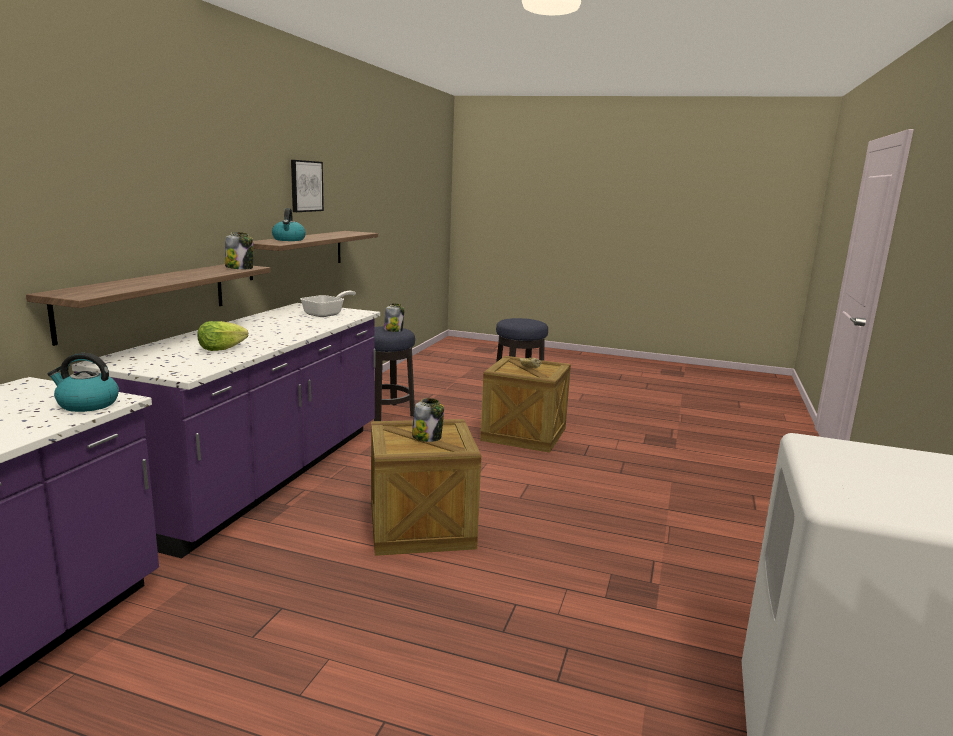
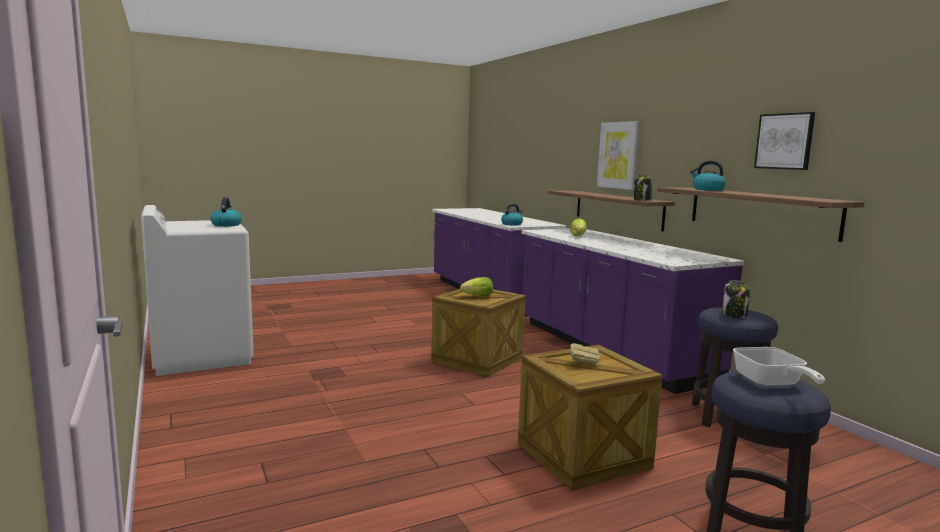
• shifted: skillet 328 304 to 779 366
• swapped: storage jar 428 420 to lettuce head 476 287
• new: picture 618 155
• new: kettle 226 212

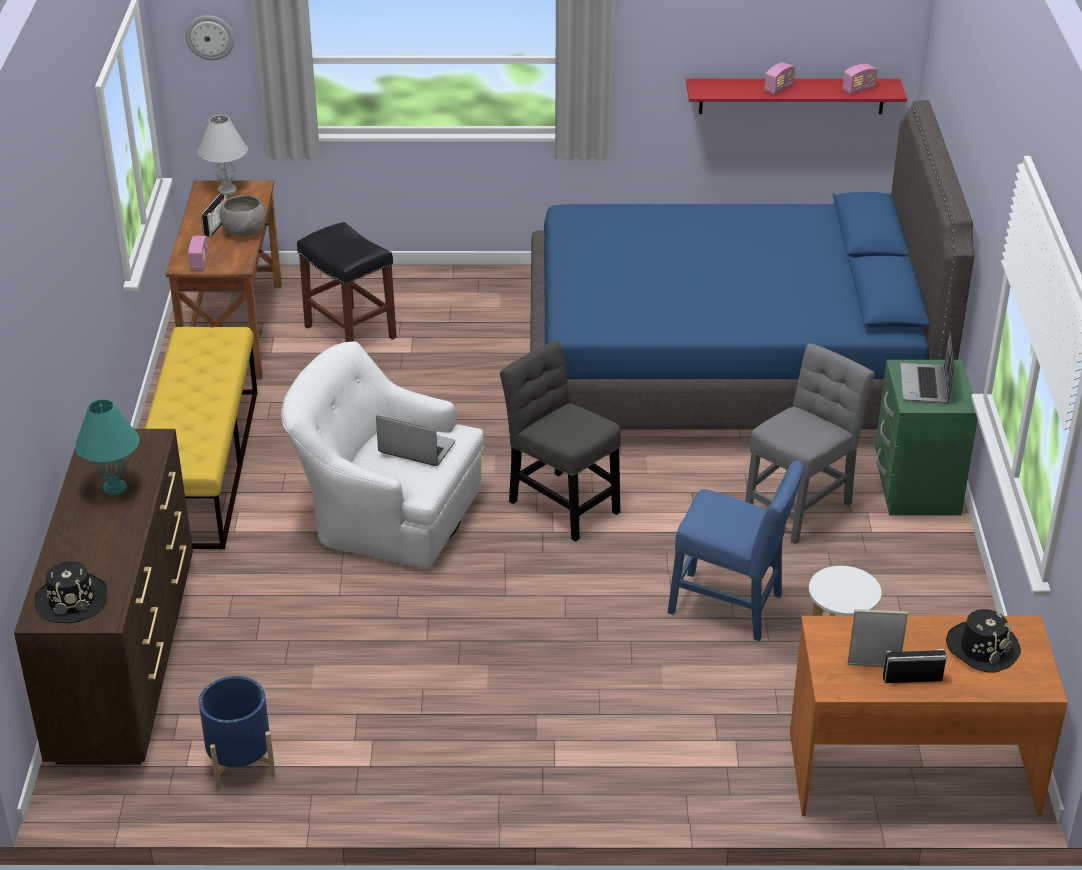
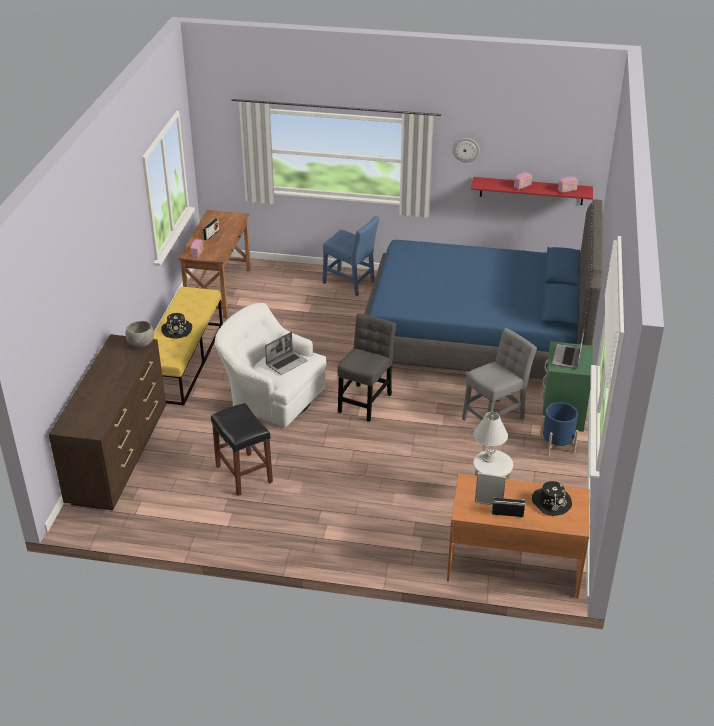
• shifted: hanging clock 210 37 to 466 150
• shifted: tabletop lamp (white-coloured) 223 155 to 491 437
• shifted: bowl (greyish) 243 216 to 139 334
• shifted: stool (black-coloured) 347 282 to 242 449
• rotated: plain chair (greyish) 560 441 = 367 367 60 degrees clockwise
• gone: tabletop lamp (turquoise) 107 447
• rotated: portable computer 415 441 = 286 353 105 degrees clockwise
• shifted: plain chair (bluish) 736 550 to 350 256
• shifted: wearable hat (black-coloured) 71 592 to 176 326
• shifted: flower pot (bluish) 237 733 to 559 429

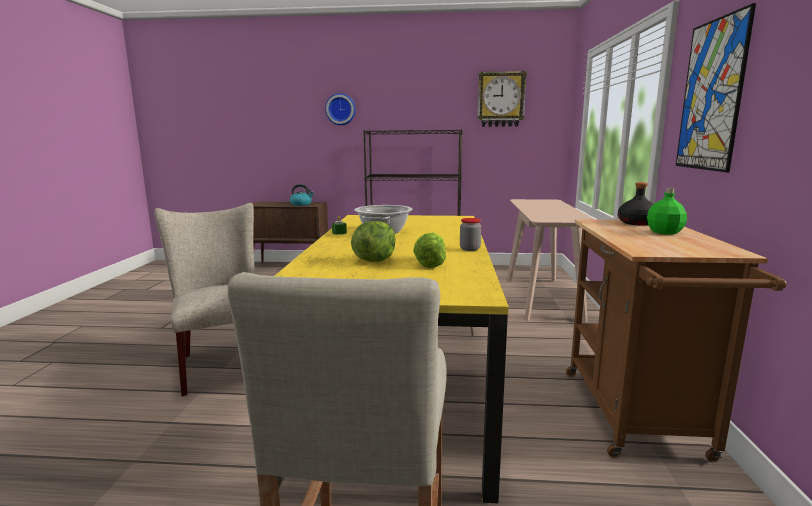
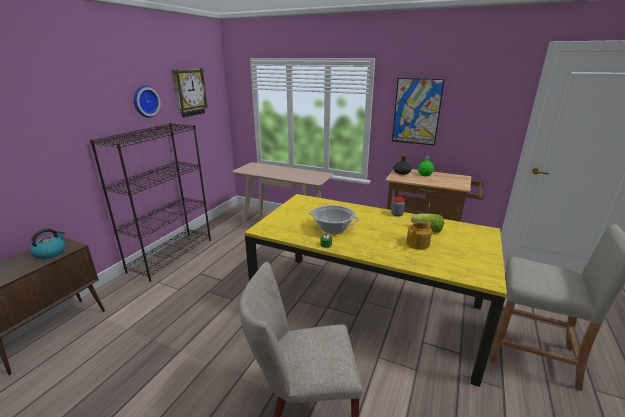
• shifted: hanging clock 340 109 to 147 102
• swapped: lettuce head 373 241 to pot for tea 419 235

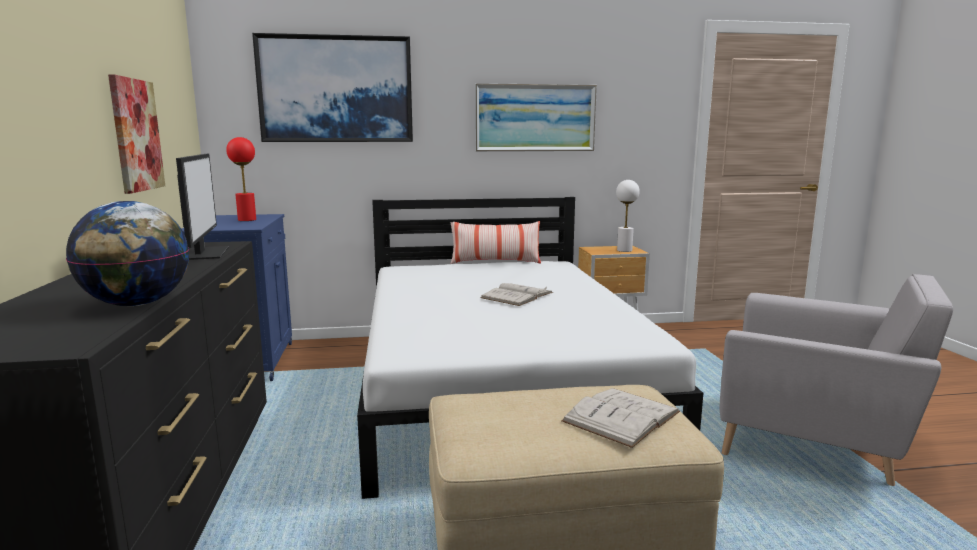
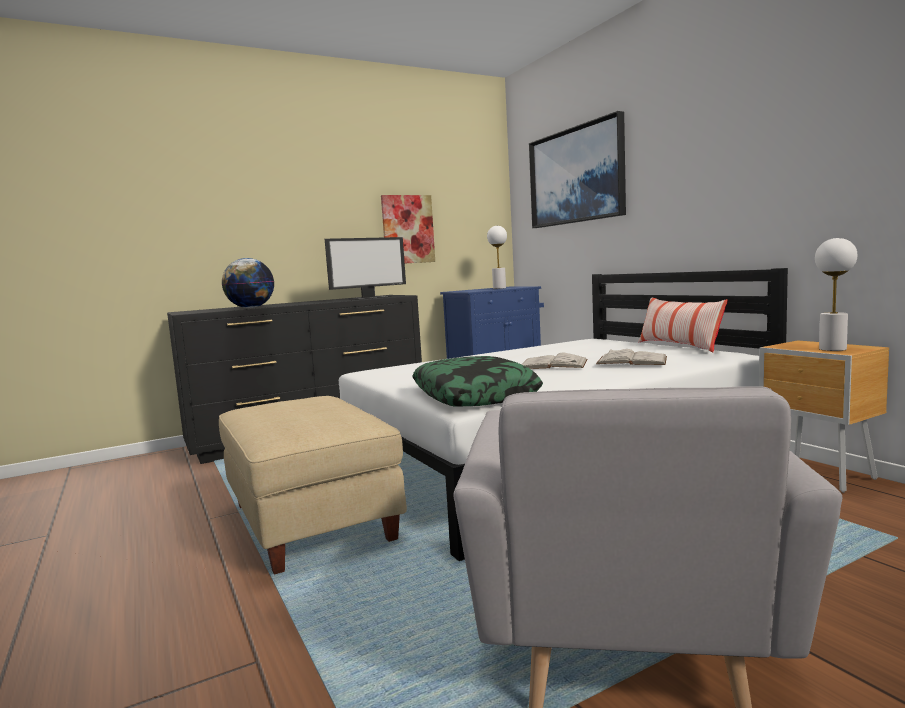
• gone: picture 536 117
• repainted: tabletop lamp (red) 241 179 to tabletop lamp (white-coloured) 497 257
• shifted: bound book (white-coloured) 620 418 to 631 357
• new: cushion 477 381

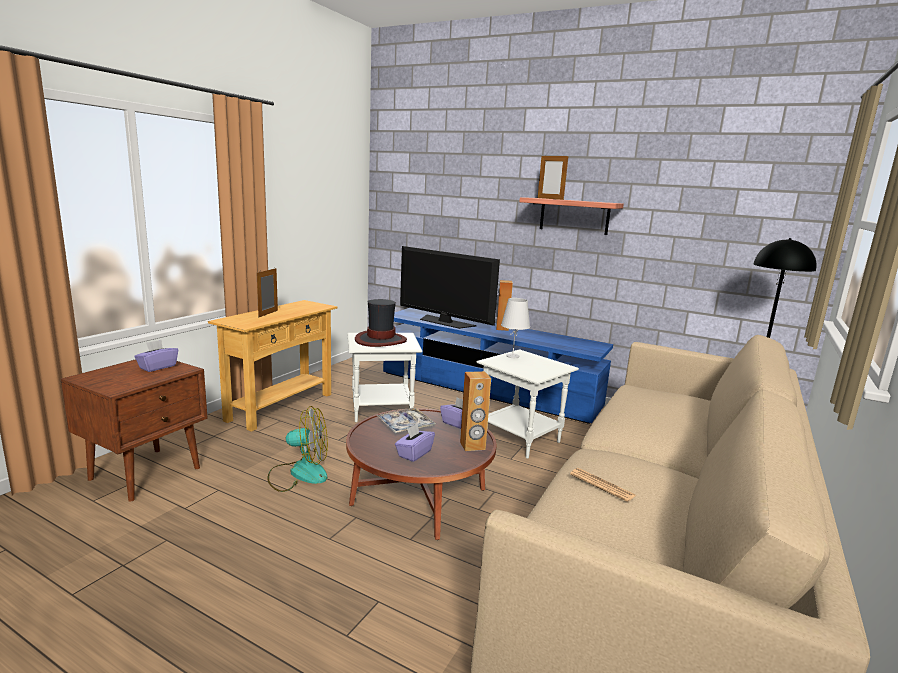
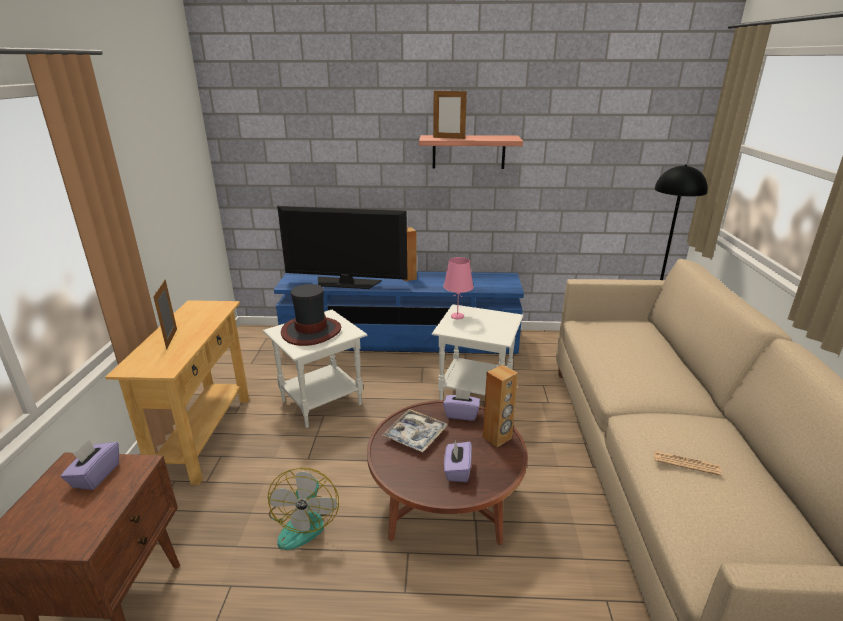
• repainted: tabletop lamp (white-coloured) 515 328 to tabletop lamp (pink-coloured) 458 288
• rotated: cooling fan 298 449 = 303 509 120 degrees clockwise

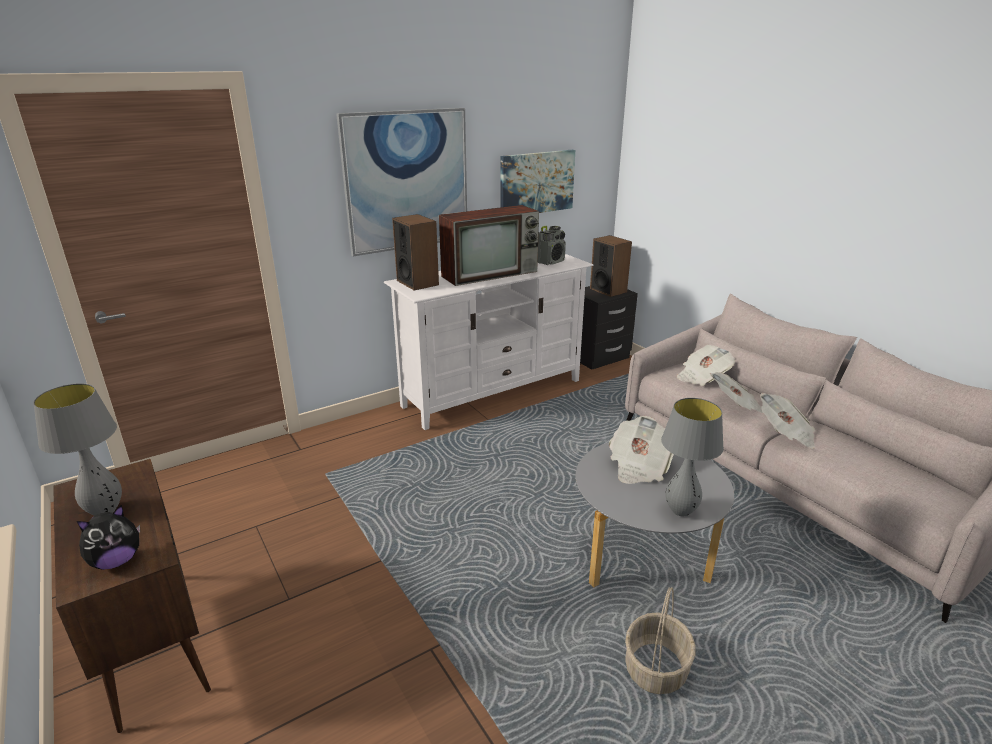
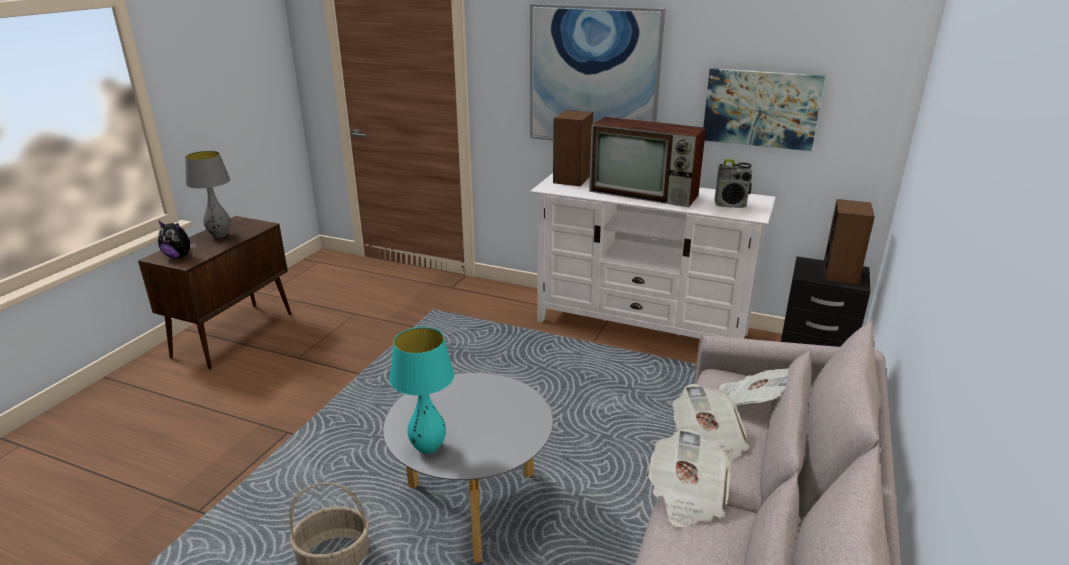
• repainted: tabletop lamp (greyish) 692 457 to tabletop lamp (turquoise) 421 390
• gone: newspaper 641 450

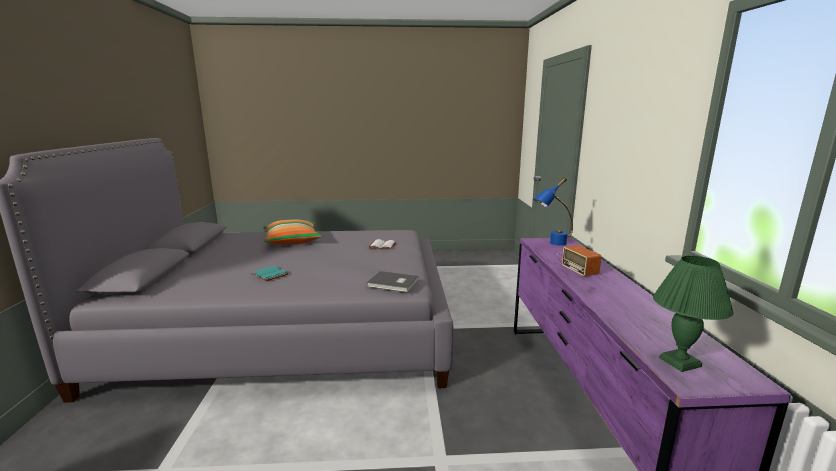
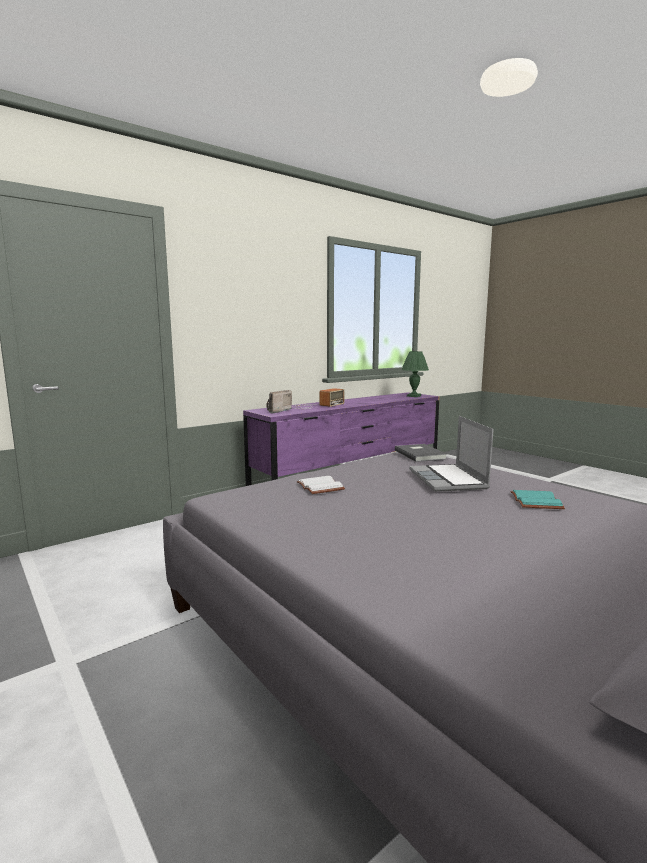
• swapped: tabletop lamp (bluish) 553 211 to radio set 279 401
• gone: cushion 292 232
• new: portable computer 451 454

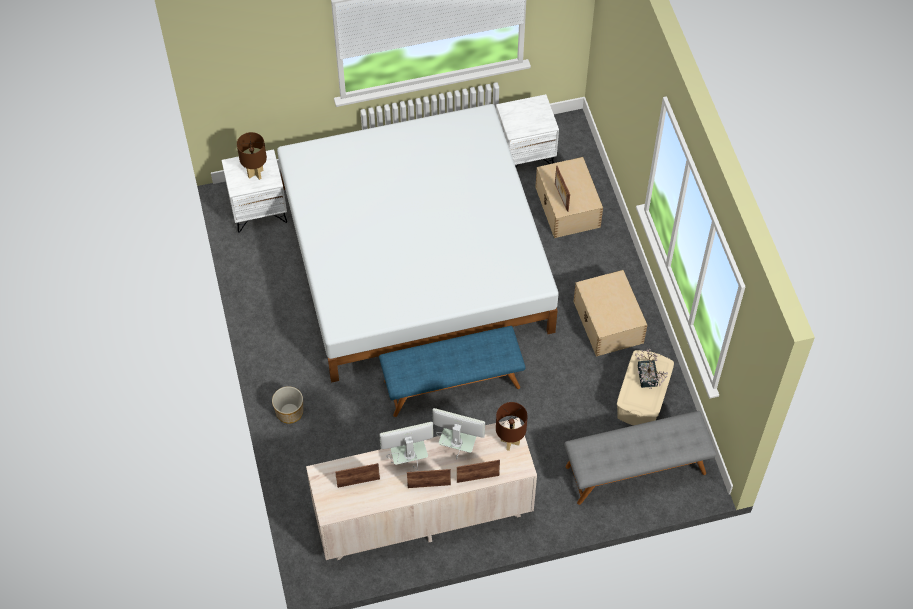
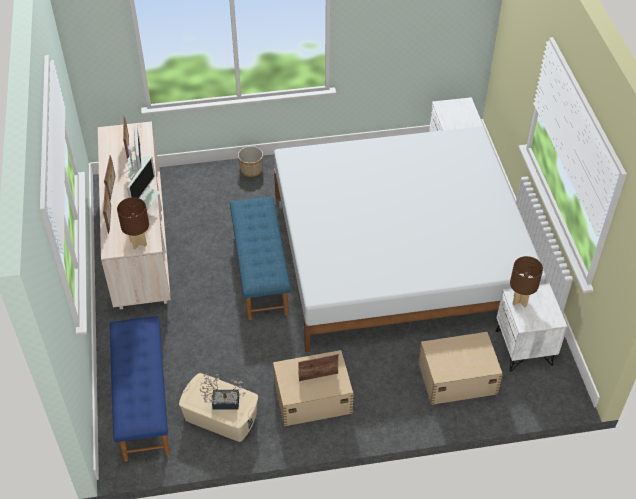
• shifted: tabletop lamp (brown) 252 156 to 526 282
• shifted: standing frame 562 188 to 318 367
• repainted: long seat (greyish) 640 458 to long seat (bluish) 140 389

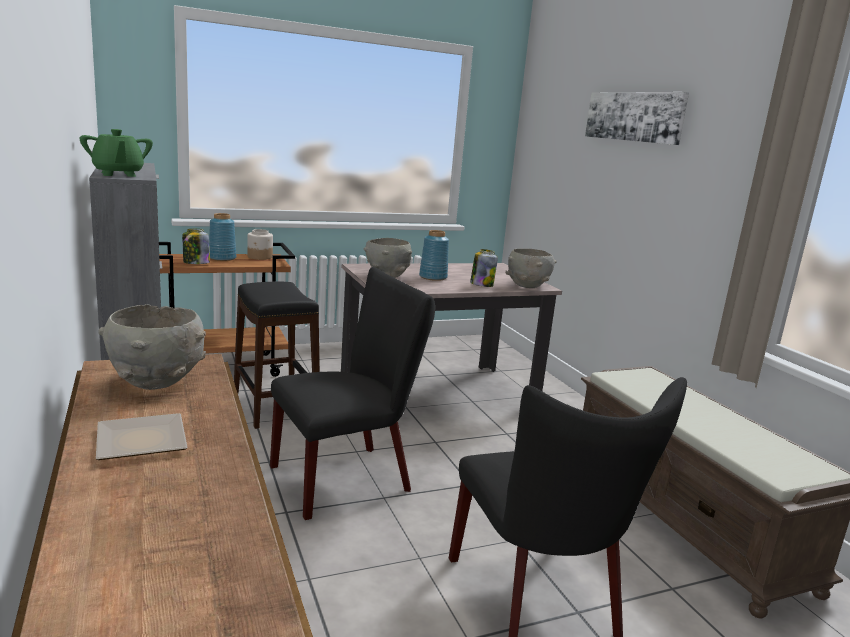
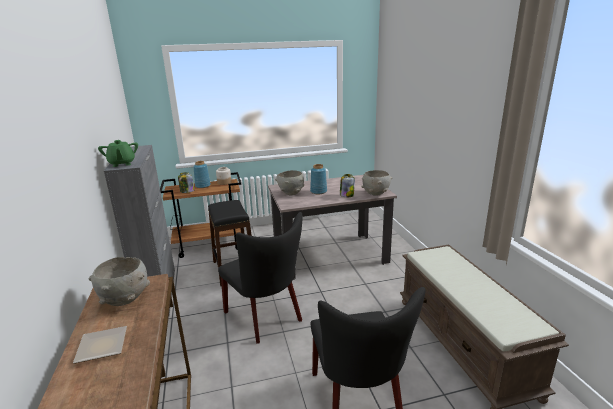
• gone: picture 637 118
• rotated: plain chair (black-coloured) 352 393 = 260 277 75 degrees clockwise

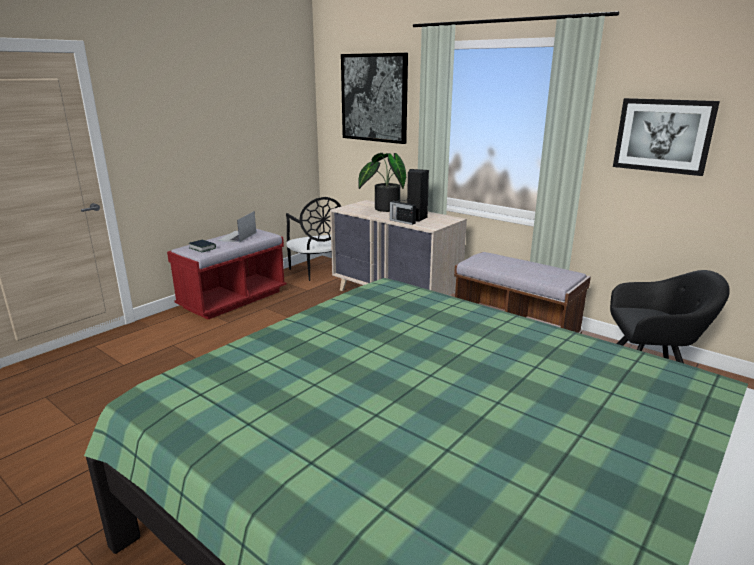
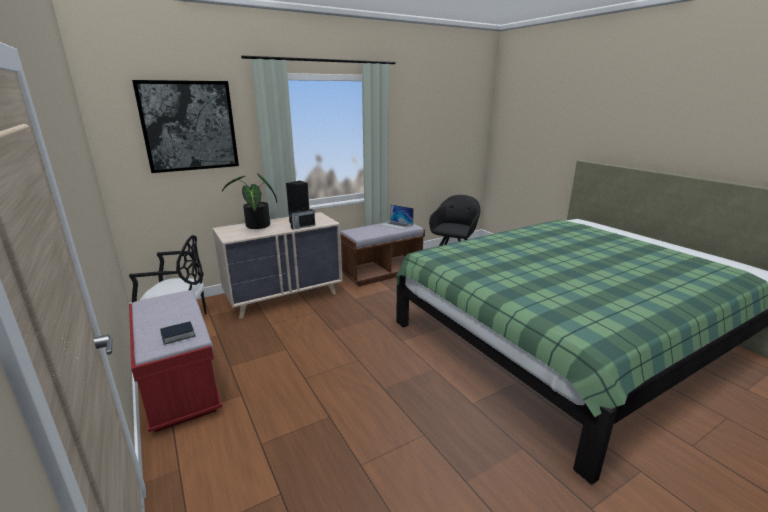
• gone: picture 666 137
• shifted: portable computer 236 227 to 397 217

